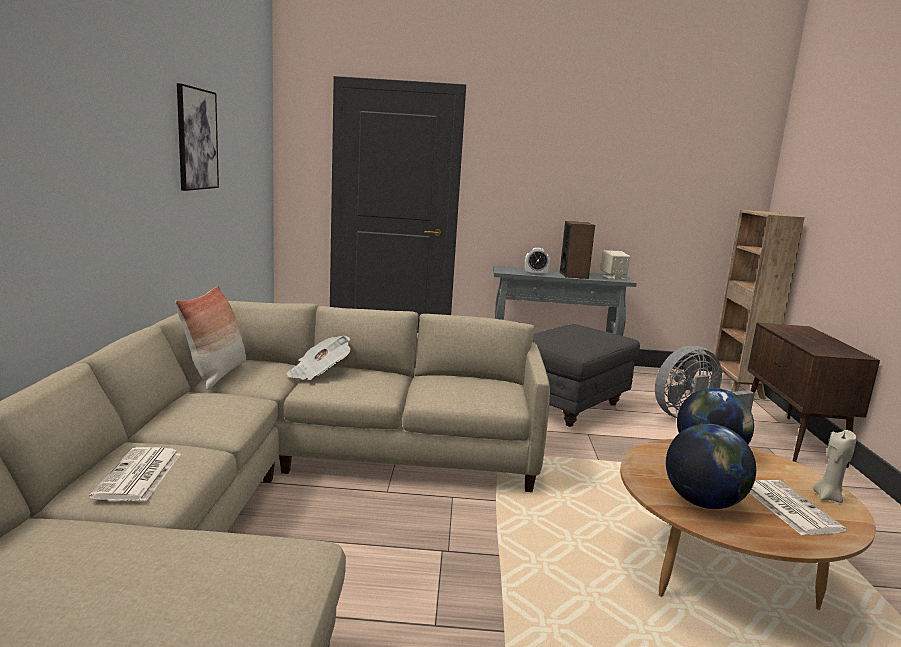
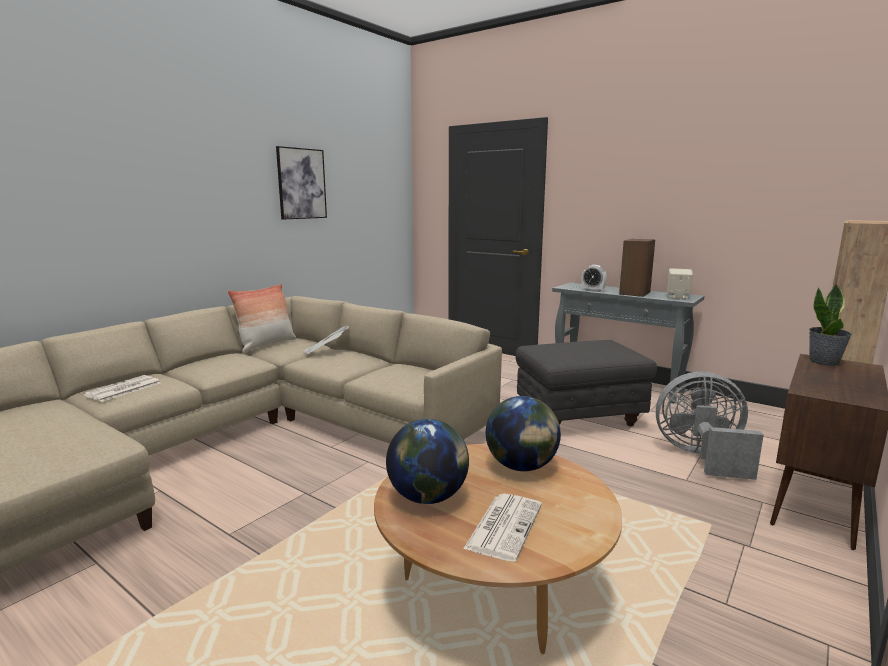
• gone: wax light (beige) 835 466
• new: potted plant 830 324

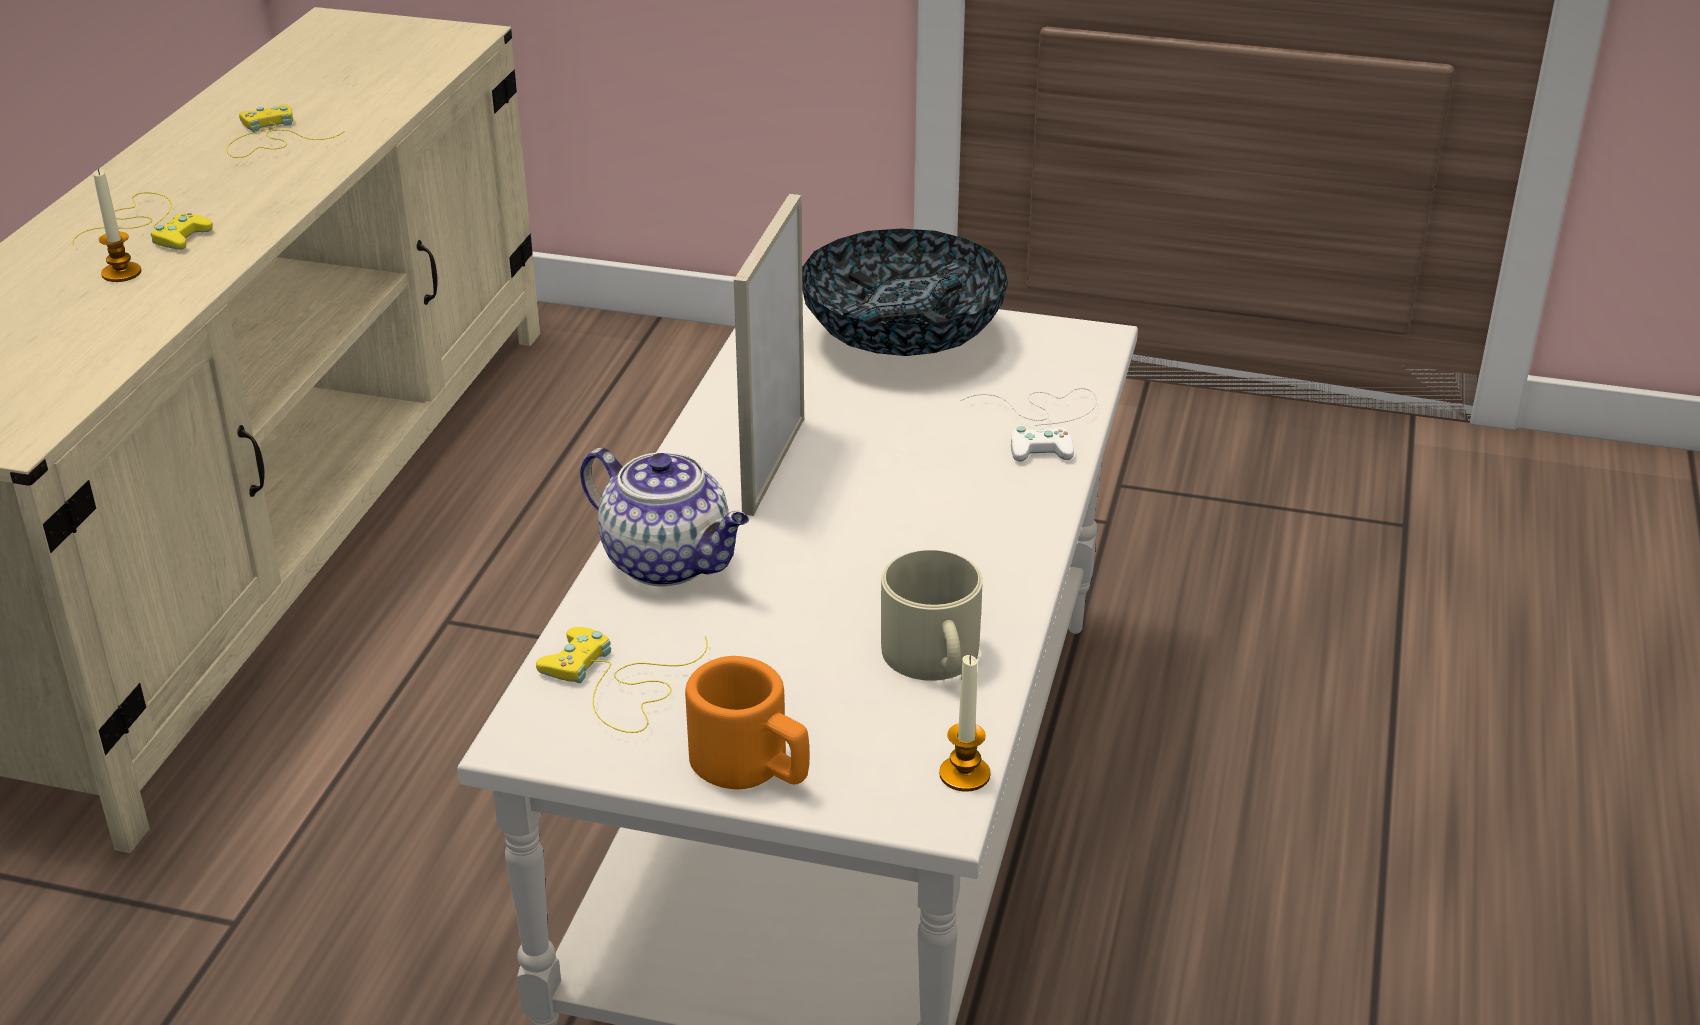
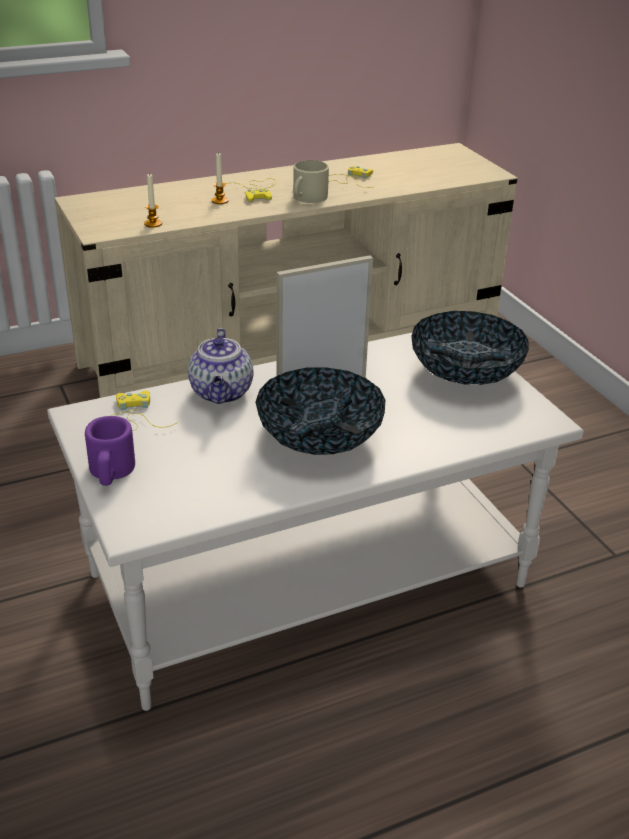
• gone: game controller (white-coloured) 1028 424
• shifted: tea mug (beige) 932 615 to 311 181
• shifted: wax light 965 723 to 153 200
• repainted: tea mug (orangey) 747 722 to tea mug (purple) 110 451
• new: bowl 320 411

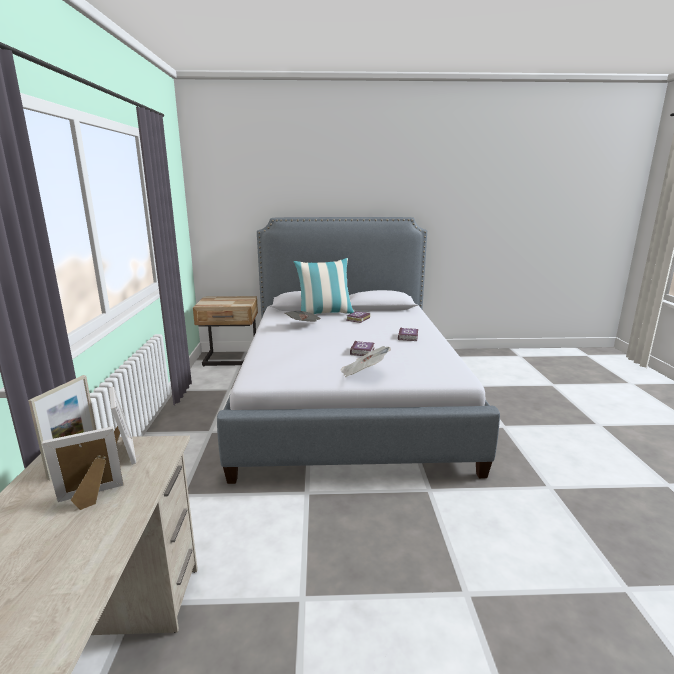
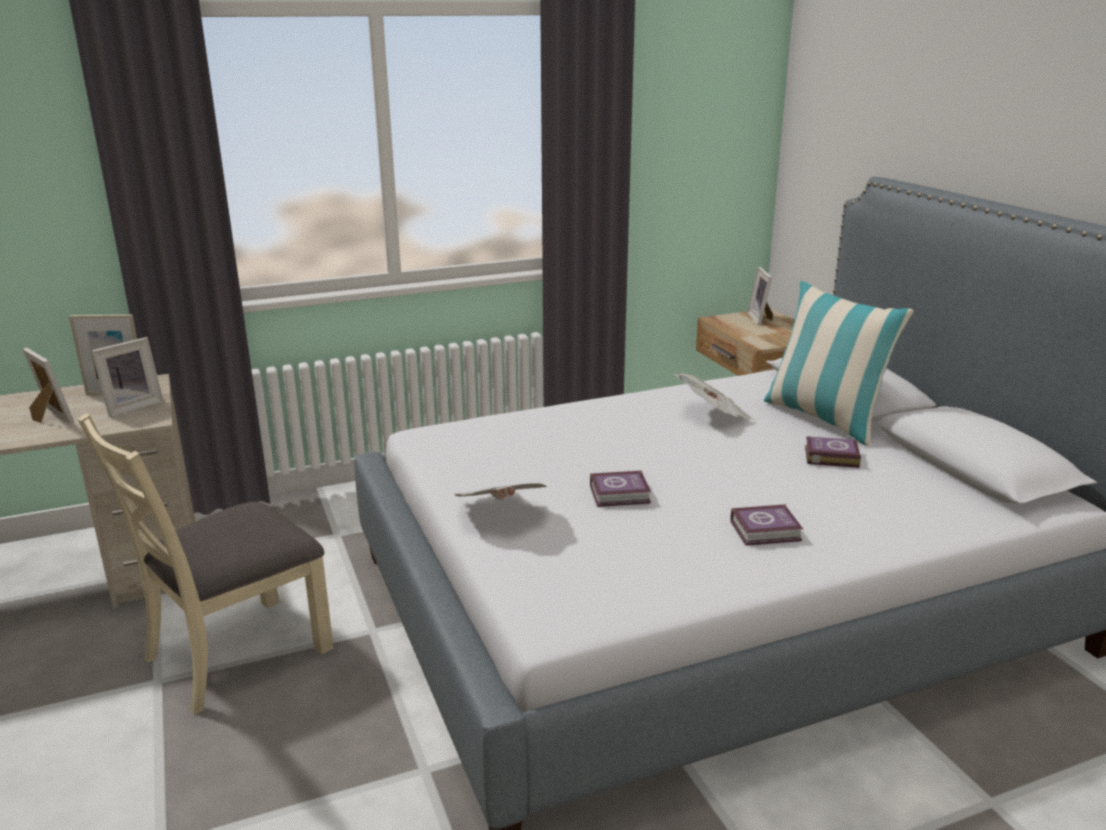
• new: standing frame 760 296
• new: plain chair (beige) 206 564

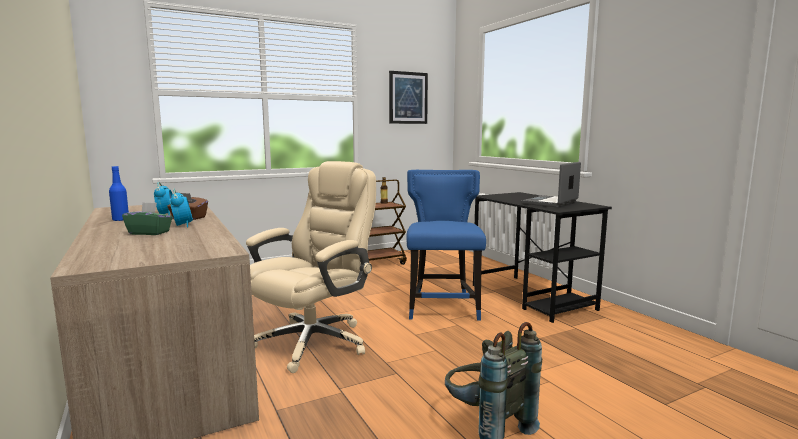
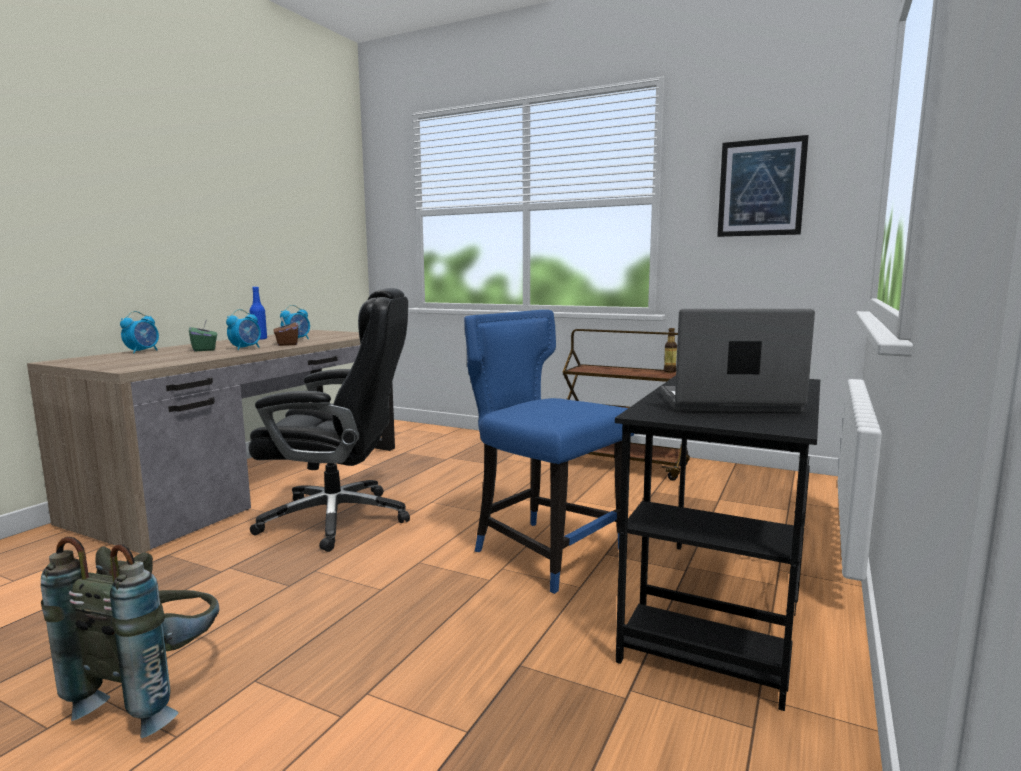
• repainted: computer chair (beige) 311 267 to computer chair (black-coloured) 329 420
• rotated: plain chair (bluish) 446 245 = 549 452 105 degrees counterclockwise
• new: bedside clock 139 332

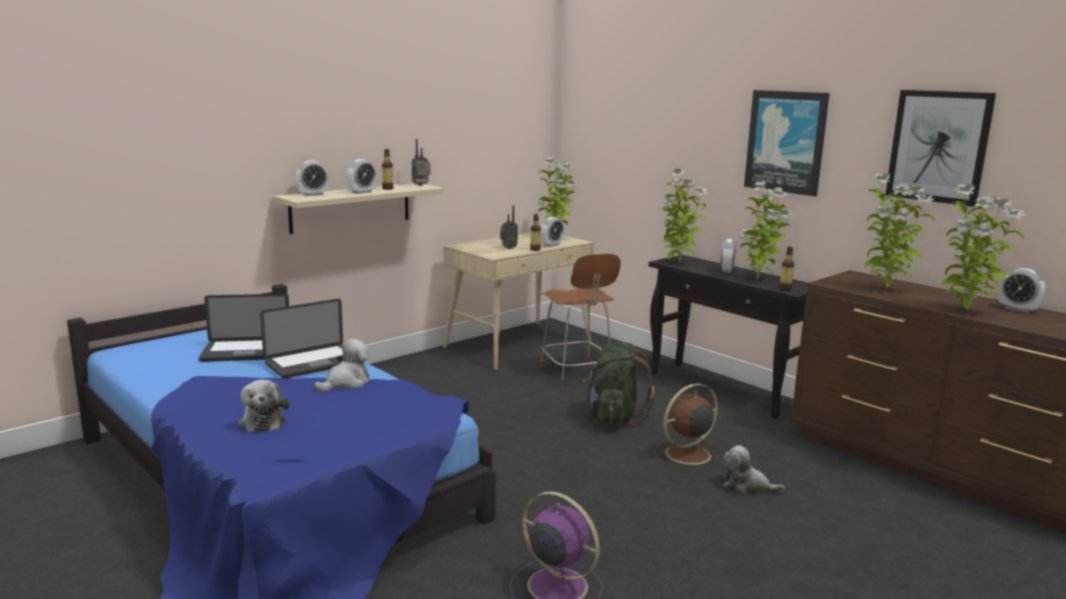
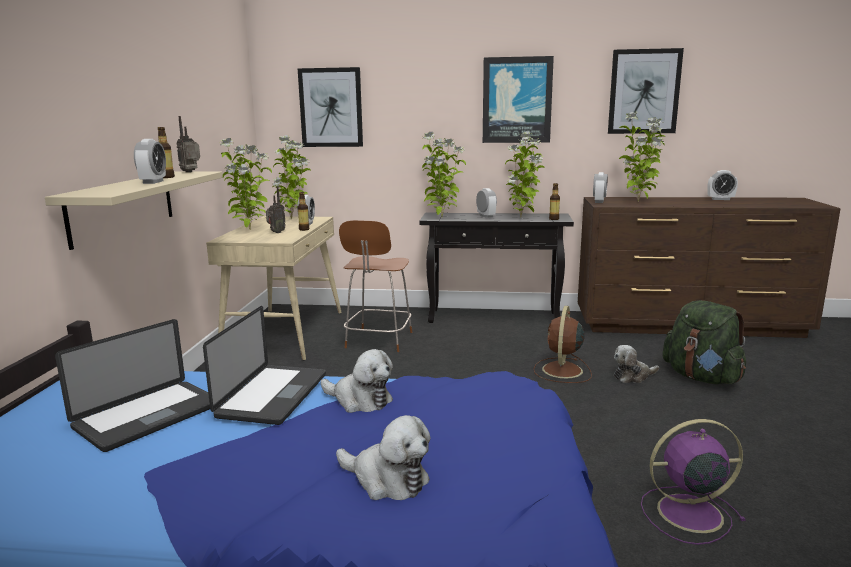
• shifted: bedside clock 312 178 to 600 187
• shifted: potted plant 983 247 to 246 183
• rotated: plain chair (brown) 580 320 = 375 286 75 degrees clockwise
• rotated: soft toy 342 365 = 357 381 120 degrees clockwise
• shifted: rucksack (green-coloured) 618 383 to 704 342
• new: picture 330 107

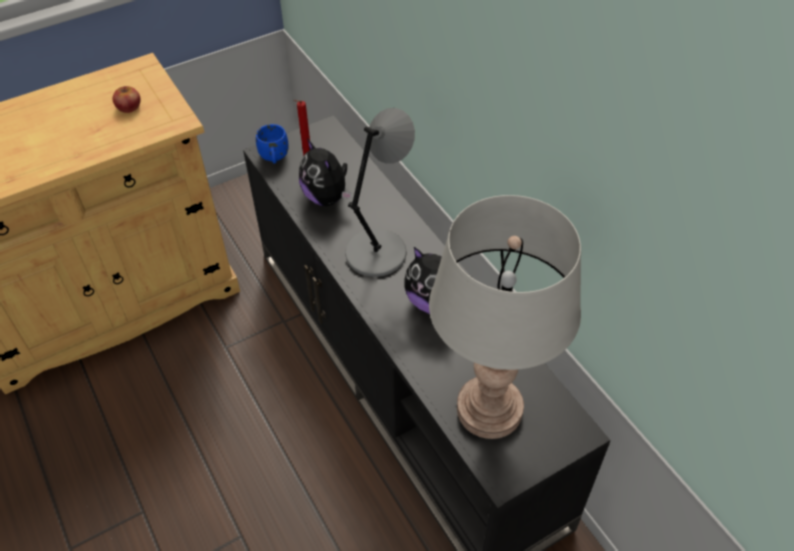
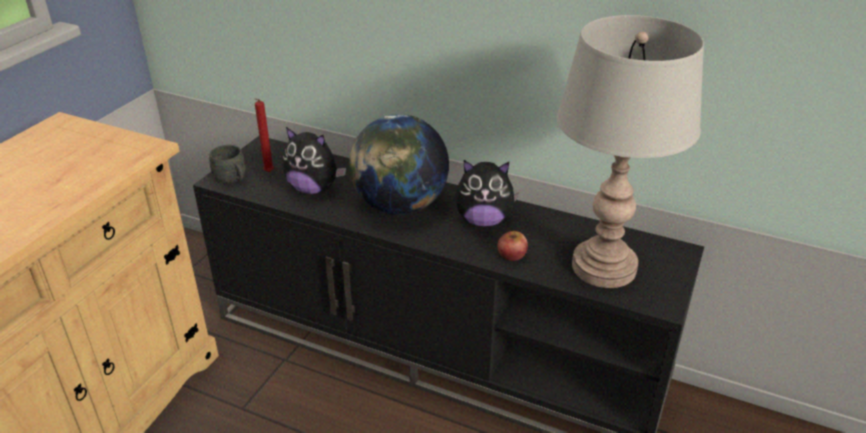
• shifted: whole apple 126 99 to 512 246
• swapped: tabletop lamp (greyish) 380 192 to desk globe 399 164
• repainted: tea mug (bluish) 272 144 to tea mug (greyish) 227 164

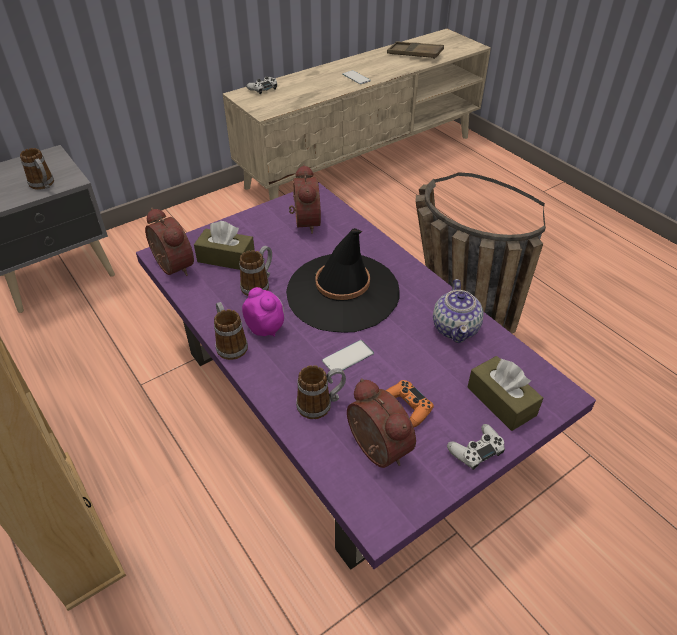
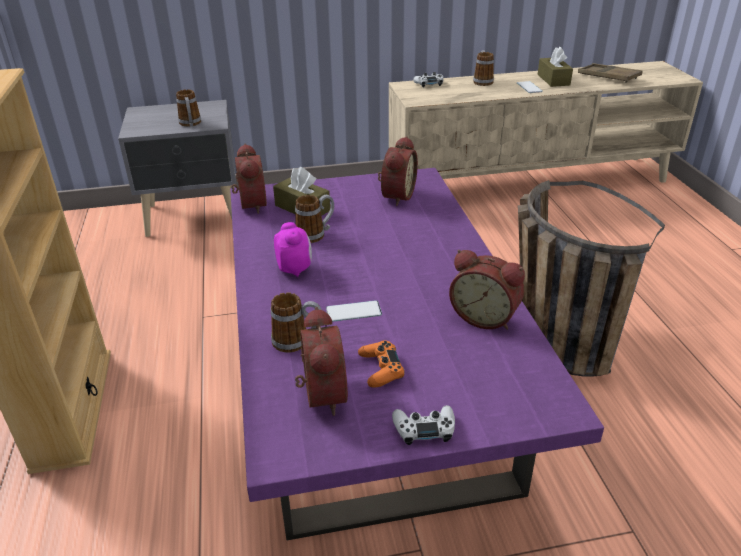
• gone: wearable hat (black-coloured) 343 280
• swapped: pot for tea 458 311 to bedside clock 487 290
• shifted: tea mug 231 331 to 483 68
• shifted: tissue box (brown) 505 393 to 555 67

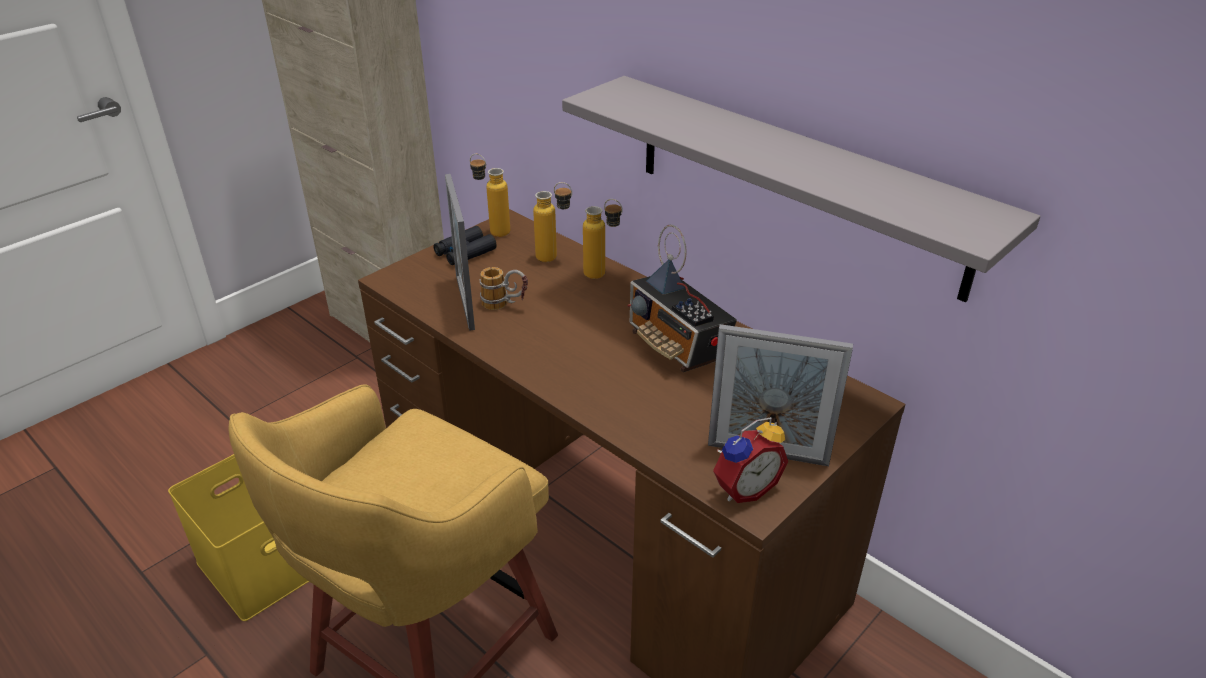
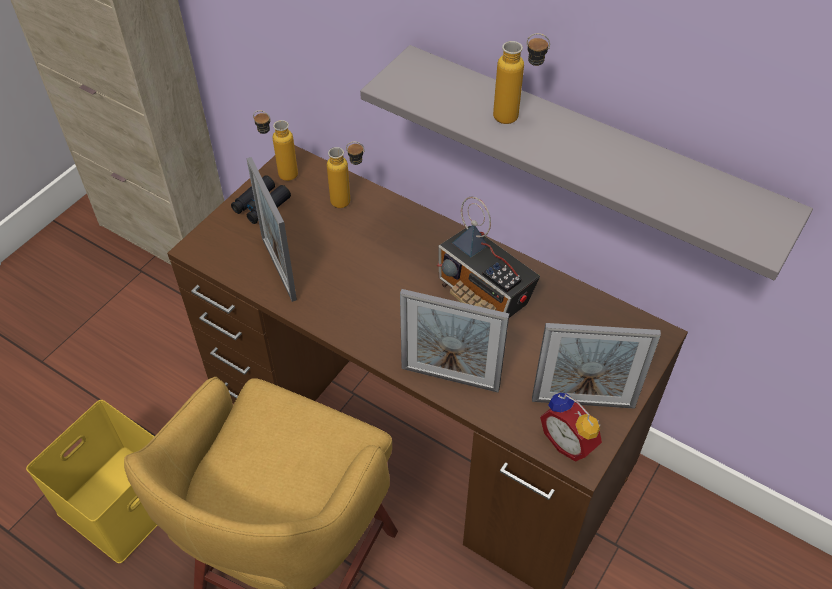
• shifted: beverage bottle 602 239 to 521 78
• gone: tea mug 504 288
• rotated: bedside clock 750 460 = 571 427 90 degrees clockwise
• new: standing frame 454 341

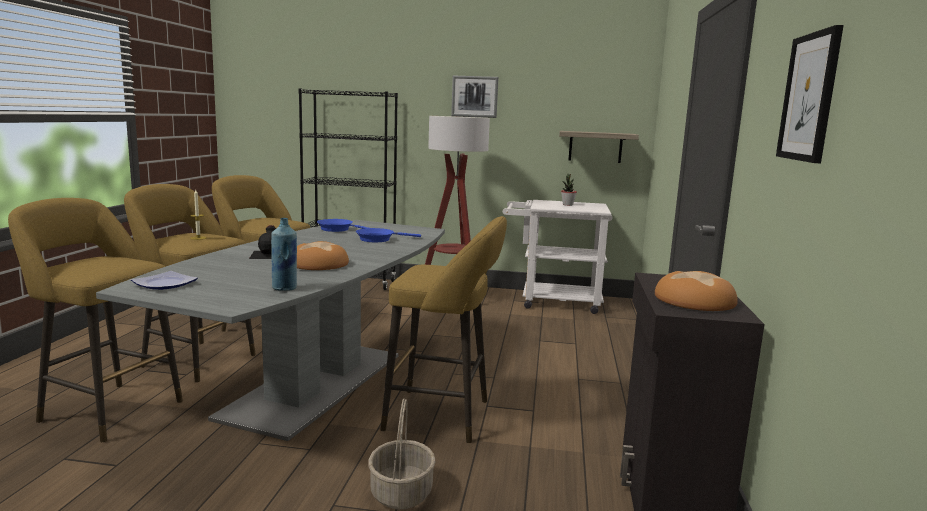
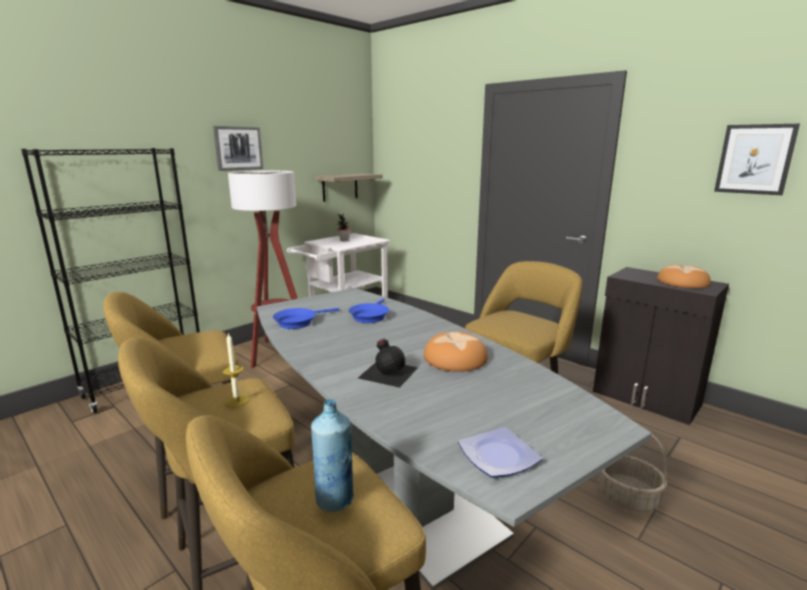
• shifted: beverage bottle (bluish) 284 254 to 332 455

